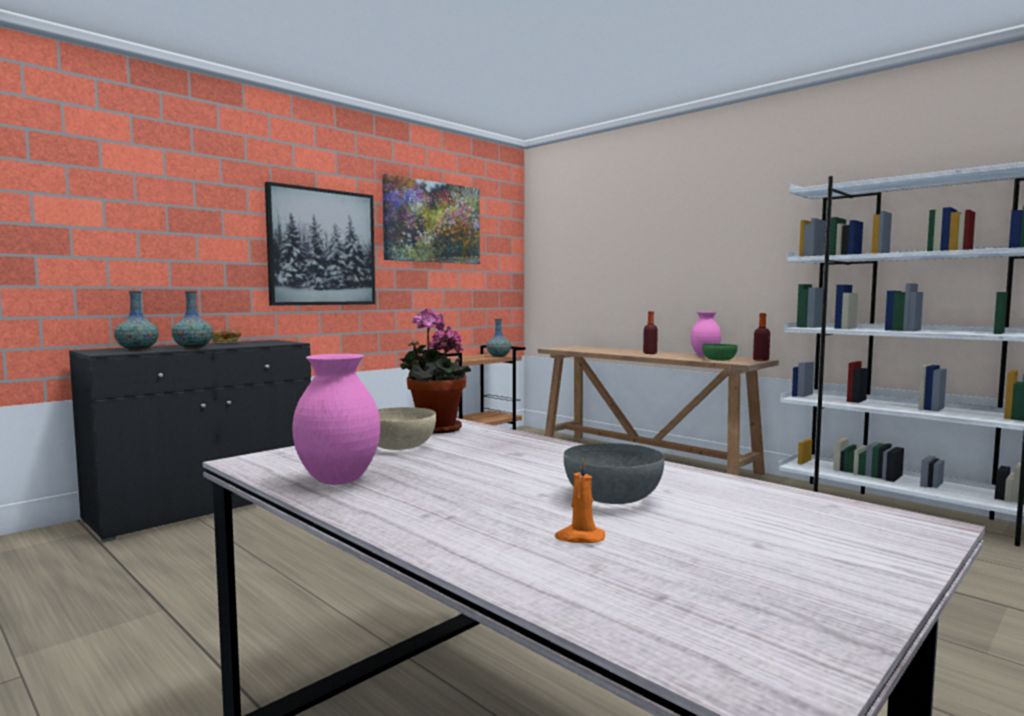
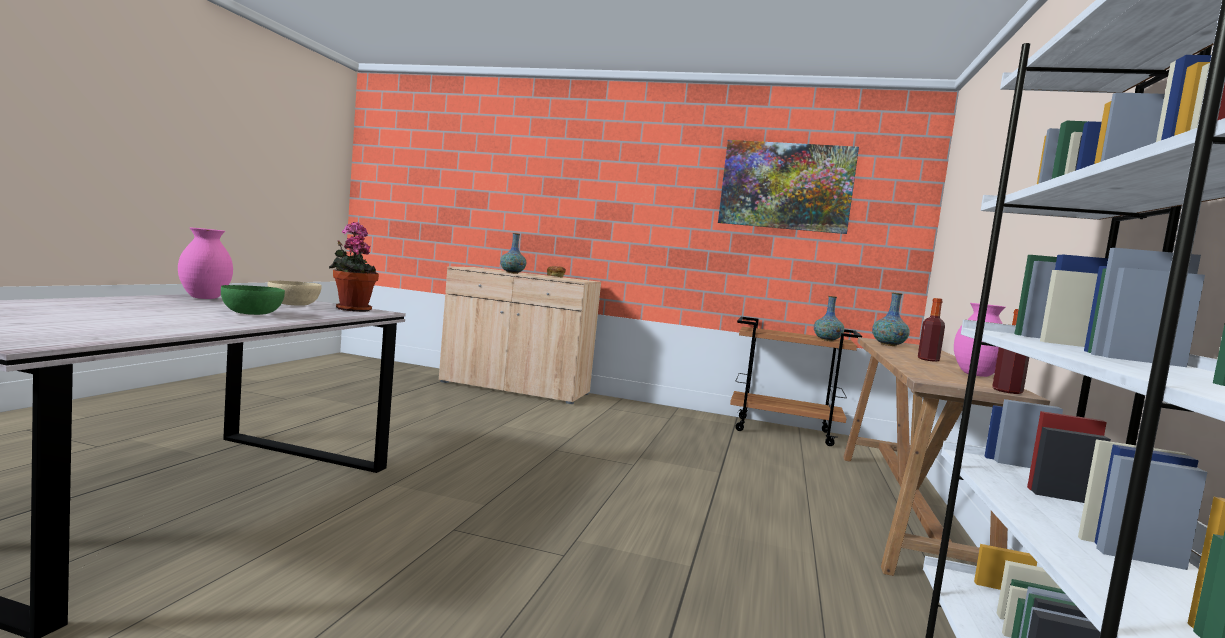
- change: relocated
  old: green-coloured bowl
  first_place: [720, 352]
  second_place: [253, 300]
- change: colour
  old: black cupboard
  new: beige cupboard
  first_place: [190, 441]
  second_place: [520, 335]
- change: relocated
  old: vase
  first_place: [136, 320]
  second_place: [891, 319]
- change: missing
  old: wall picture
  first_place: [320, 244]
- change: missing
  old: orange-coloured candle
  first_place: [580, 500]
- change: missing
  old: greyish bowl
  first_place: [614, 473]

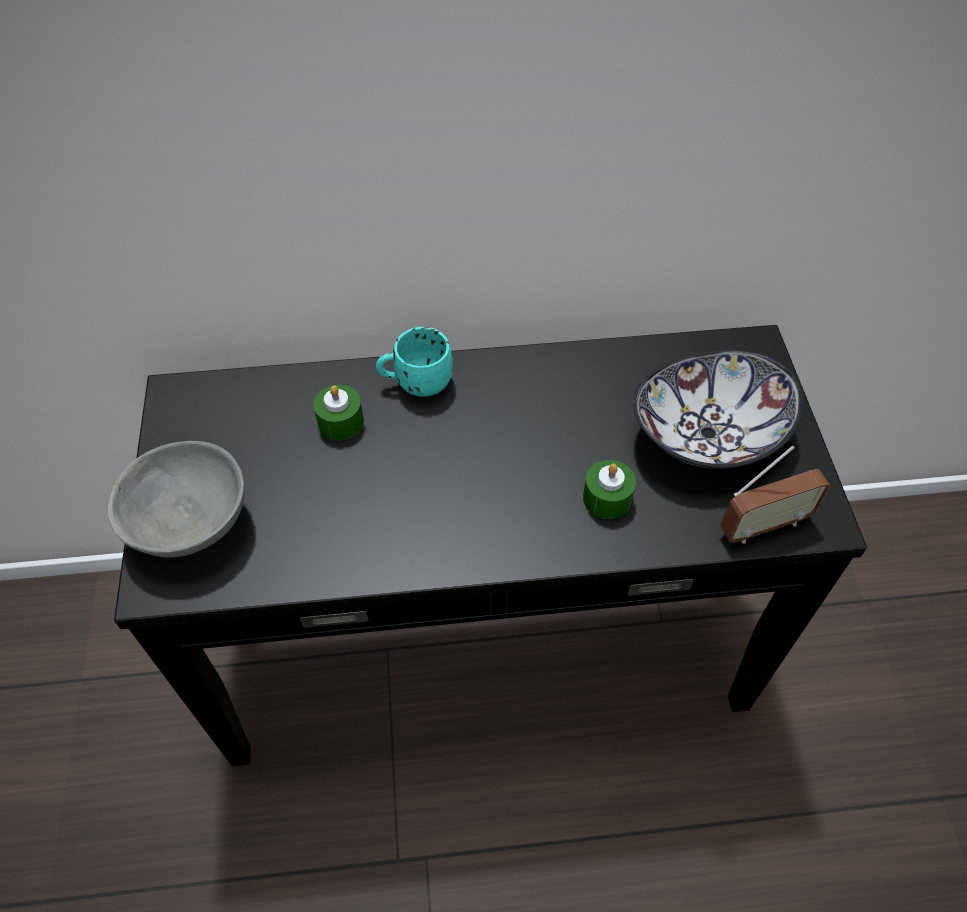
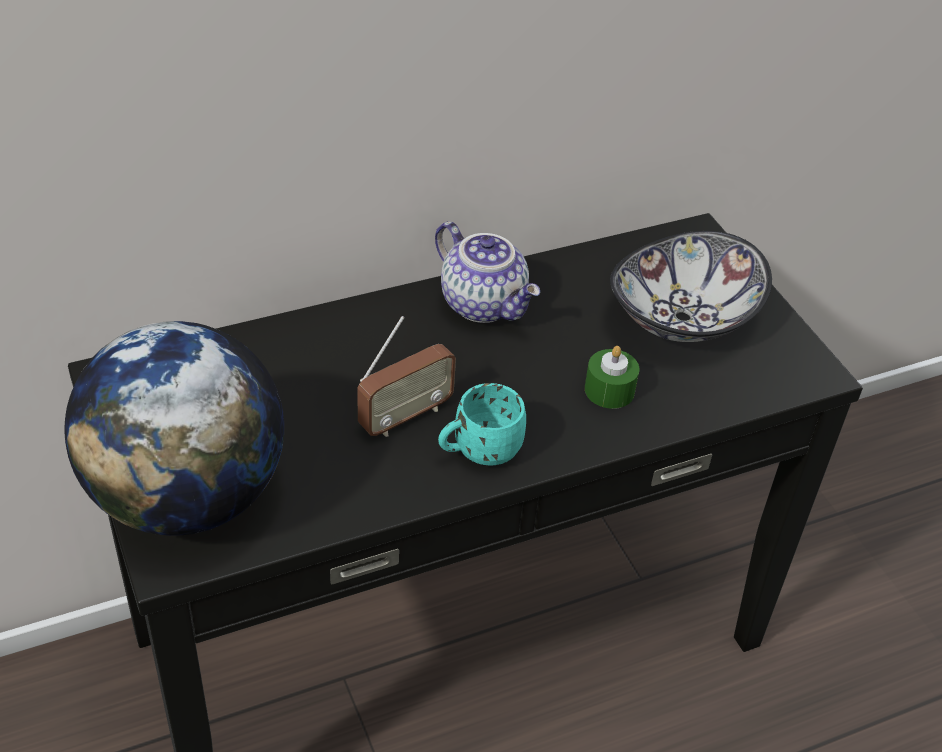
- change: exchanged
  old: greyish bowl
  new: globe
  first_place: [176, 499]
  second_place: [174, 428]
- change: relocated
  old: radio
  first_place: [775, 495]
  second_place: [406, 376]
- change: appeared
  new: tea pot
  second_place: [487, 272]
- change: relocated
  old: turquoise-coloured coffee mug
  first_place: [414, 361]
  second_place: [482, 424]
- change: missing
  old: green-coloured candle
  first_place: [338, 412]

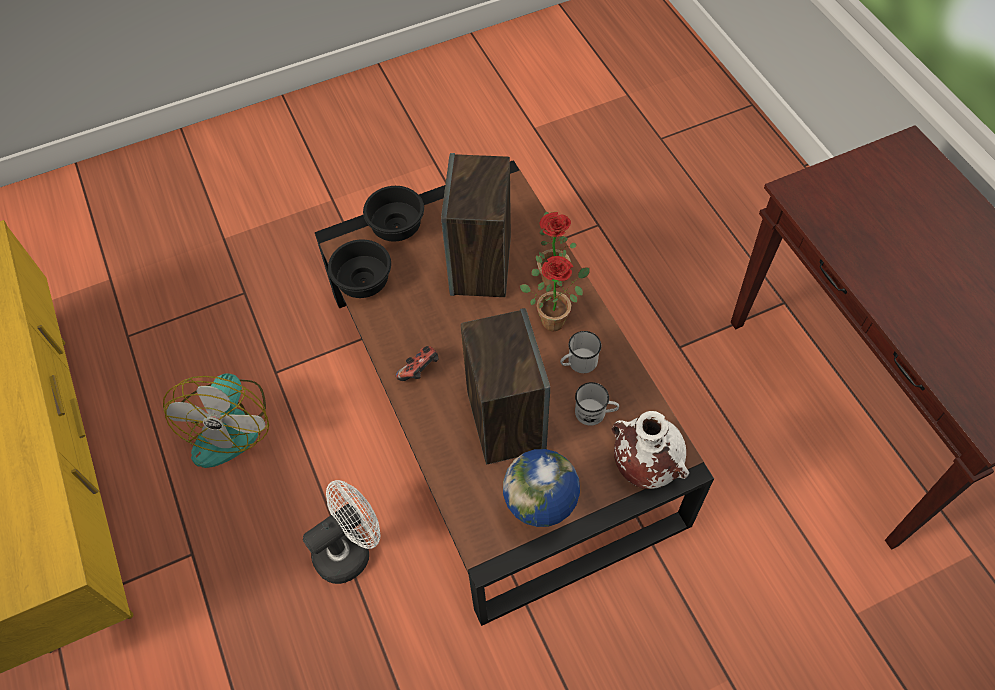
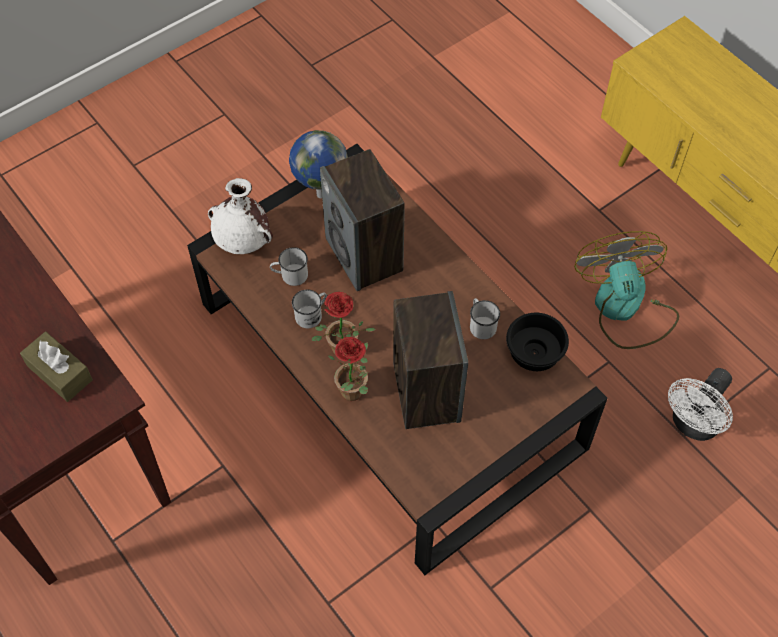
- change: appeared
  new: brown tissue holder
  second_place: [56, 367]
- change: appeared
  new: white coffee mug
  second_place: [485, 318]
- change: relocated
  old: white cooling fan
  first_place: [342, 532]
  second_place: [700, 404]
- change: missing
  old: black bowl
  first_place: [393, 213]
- change: missing
  old: joypad
  first_place: [417, 363]

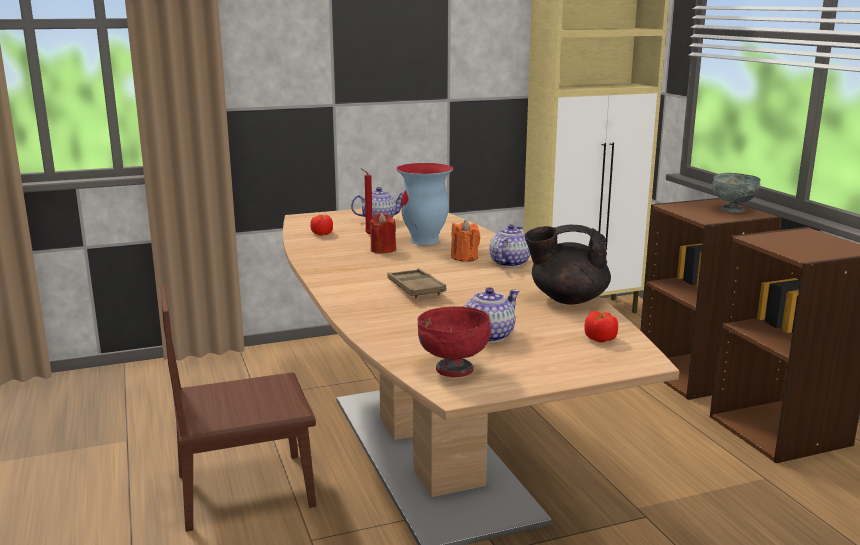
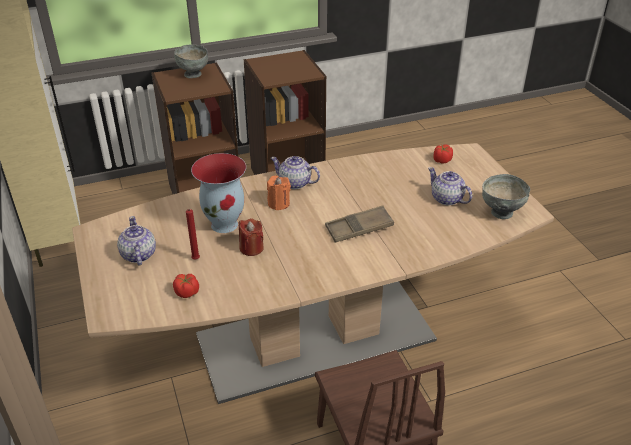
- change: colour
  old: reddish bowl
  new: greyish bowl
  first_place: [454, 341]
  second_place: [506, 196]
- change: missing
  old: black tea pot
  first_place: [568, 265]

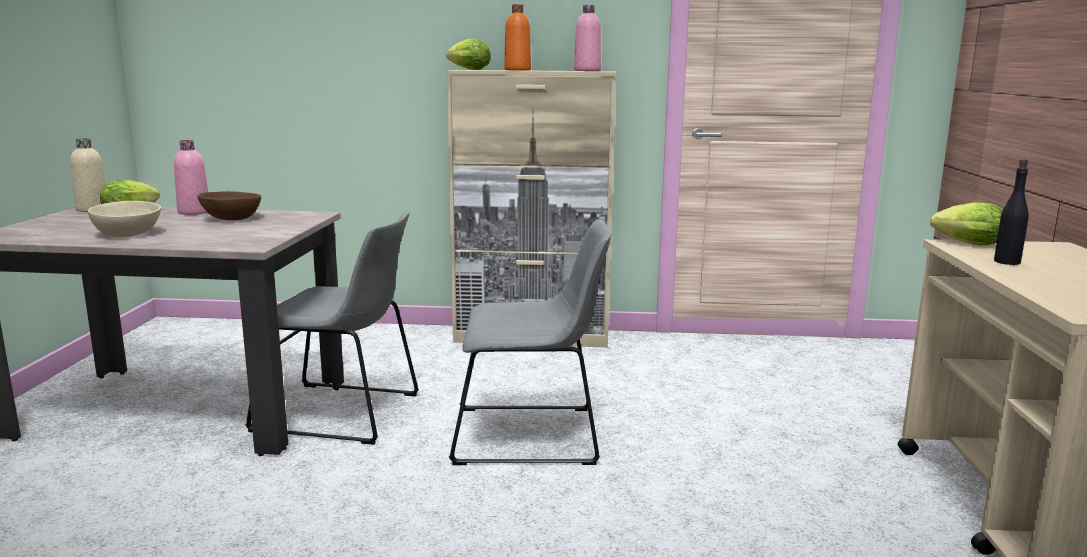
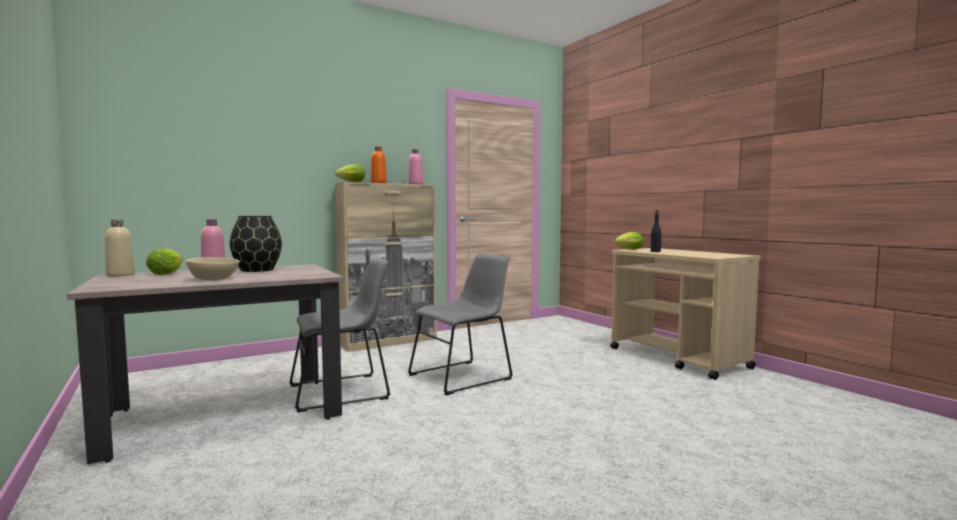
- change: exchanged
  old: brown bowl
  new: black vase
  first_place: [229, 205]
  second_place: [256, 244]

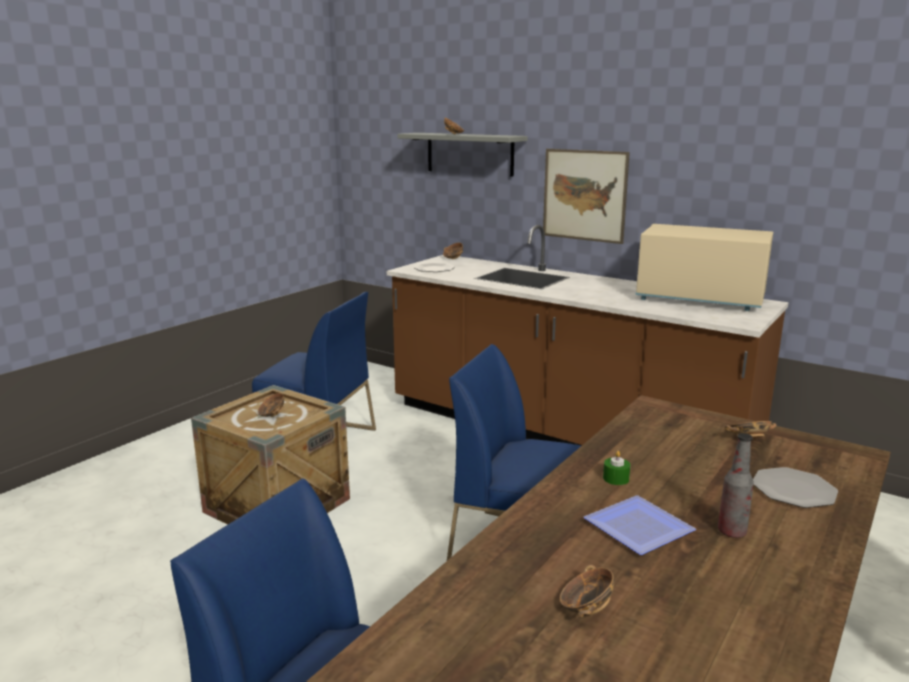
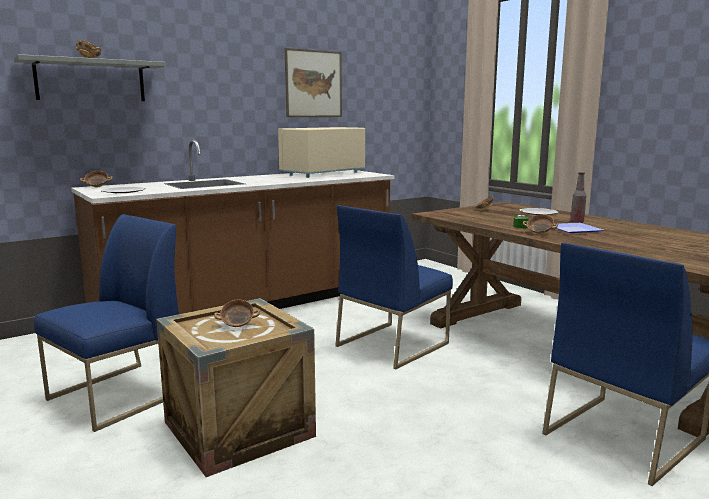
- change: relocated
  old: wall picture
  first_place: [586, 196]
  second_place: [313, 82]
- change: relocated
  old: bowl
  first_place: [587, 591]
  second_place: [541, 224]

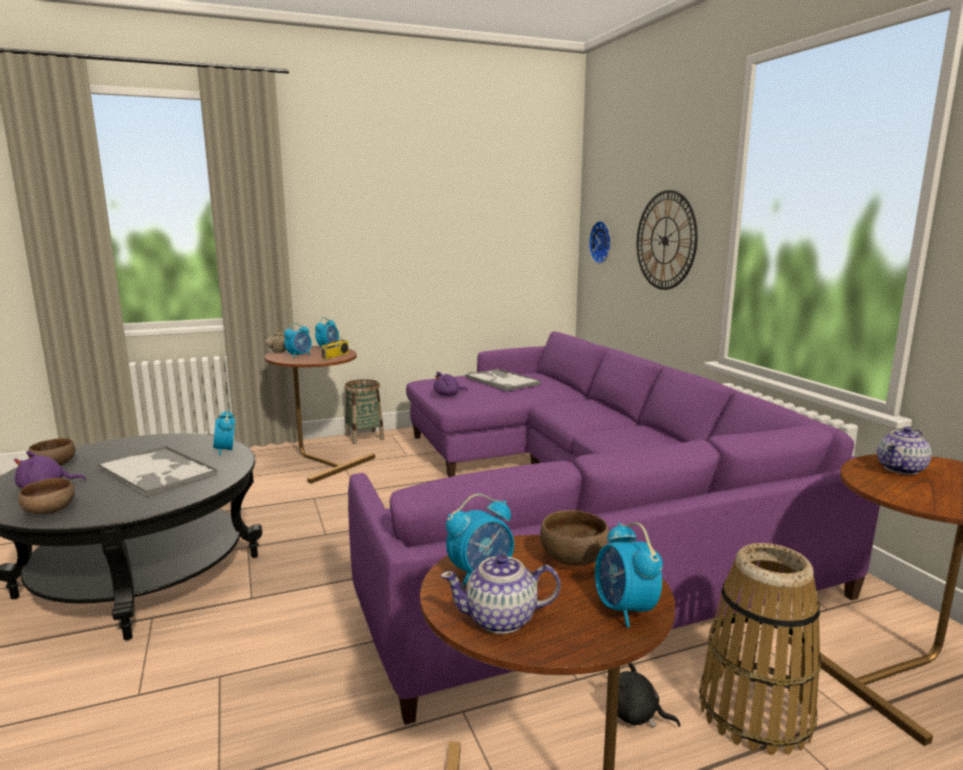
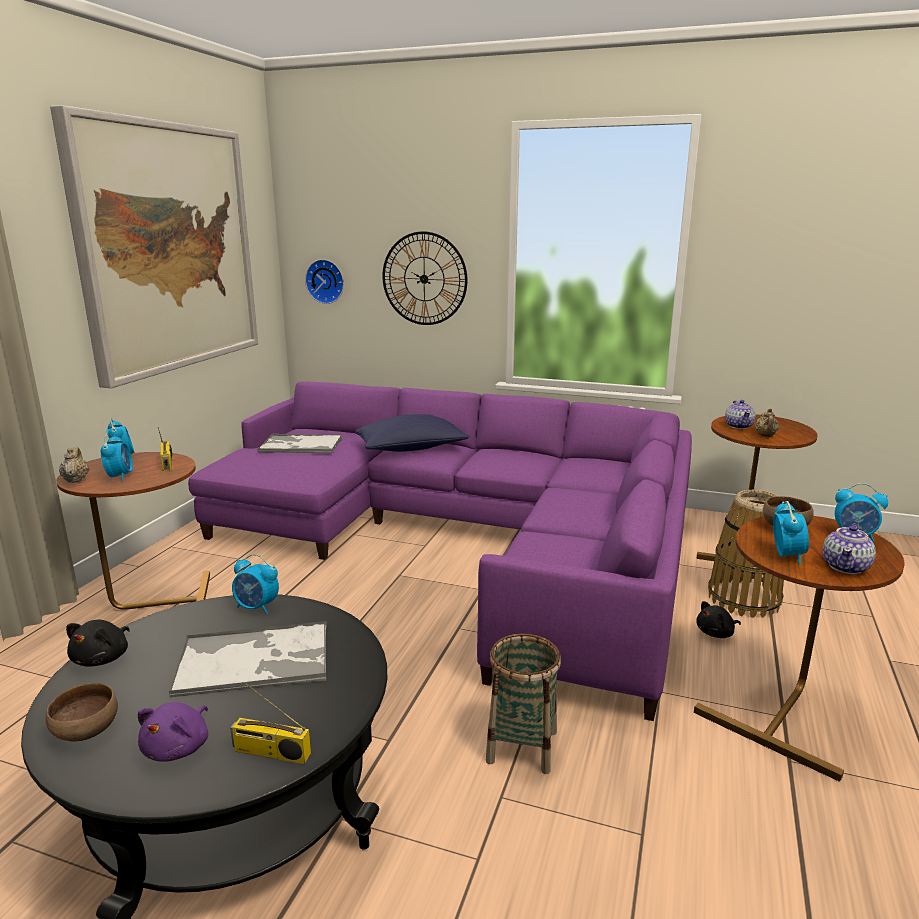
- change: appeared
  new: wall picture
  second_place: [154, 246]
- change: appeared
  new: black soft toy
  second_place: [98, 643]
- change: exchanged
  old: brown bowl
  new: radio
  first_place: [46, 496]
  second_place: [270, 723]
- change: appeared
  new: blue pillow
  second_place: [412, 433]
- change: relocated
  old: household basket
  first_place: [364, 411]
  second_place: [523, 704]
- change: appeared
  new: beige tea pot
  second_place: [767, 422]
- change: missing
  old: purple-coloured soft toy
  first_place: [450, 384]

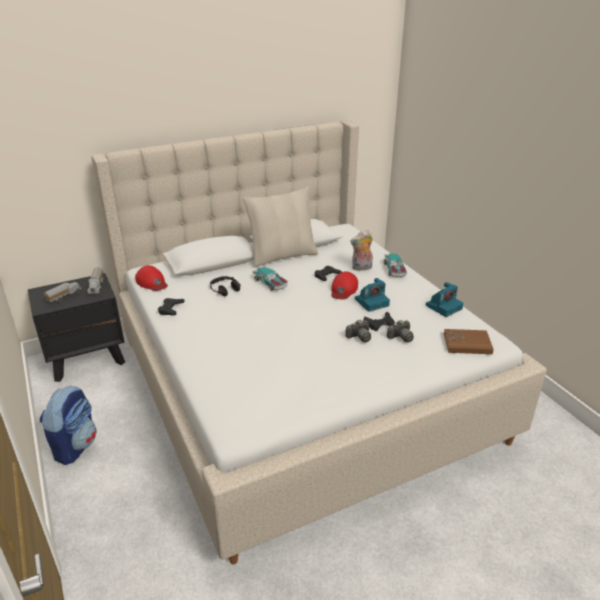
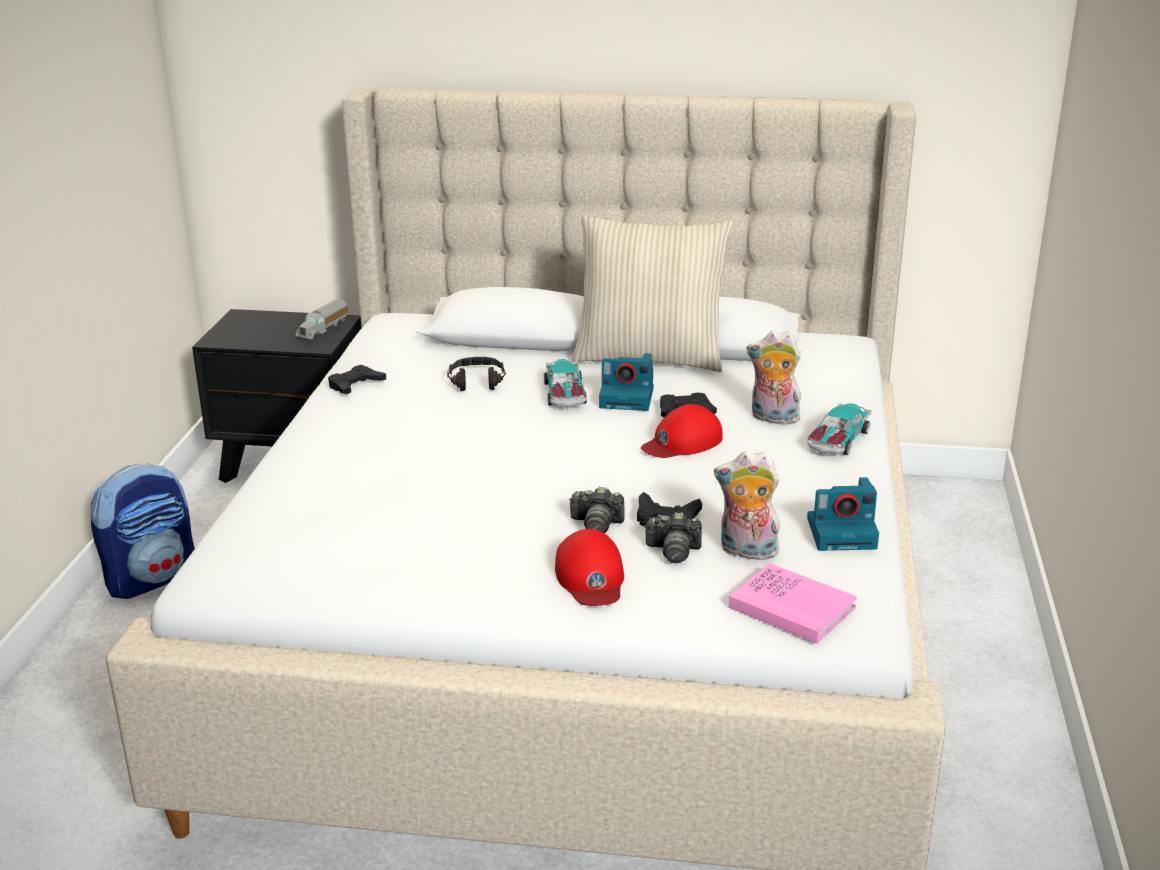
- change: relocated
  old: reddish cap
  first_place: [151, 278]
  second_place: [589, 567]
- change: relocated
  old: photo camera
  first_place: [372, 295]
  second_place: [626, 382]
- change: appeared
  new: soft toy
  second_place: [747, 507]
- change: colour
  old: brown volume
  new: pink volume
  first_place: [469, 341]
  second_place: [792, 603]
- change: missing
  old: toy truck
  first_place: [62, 292]

